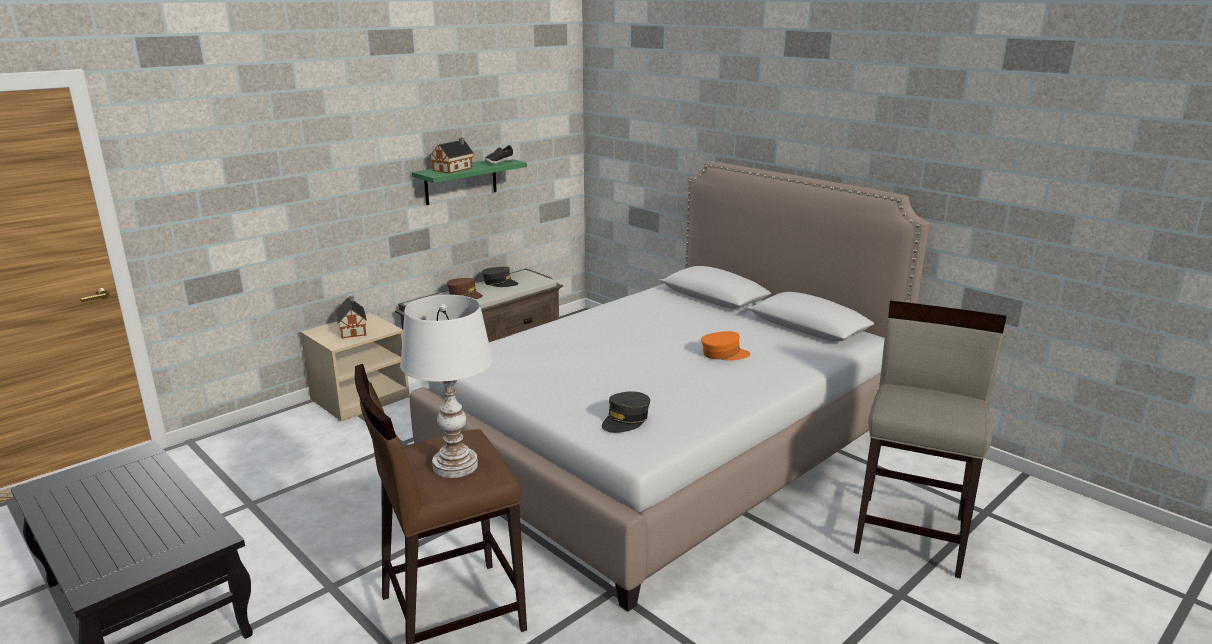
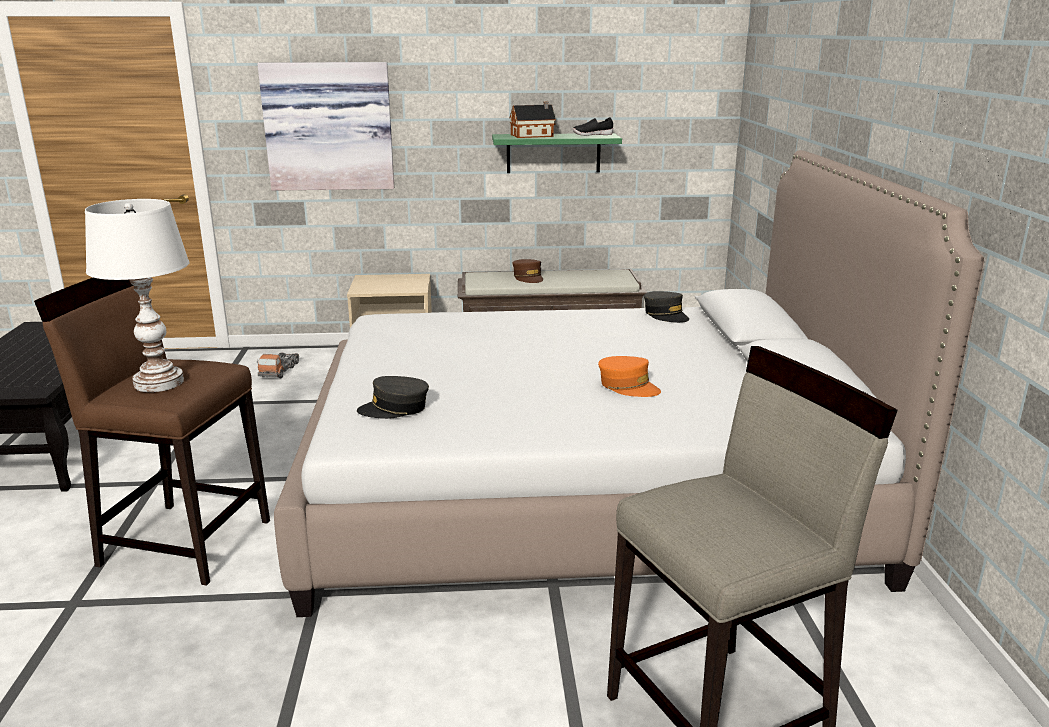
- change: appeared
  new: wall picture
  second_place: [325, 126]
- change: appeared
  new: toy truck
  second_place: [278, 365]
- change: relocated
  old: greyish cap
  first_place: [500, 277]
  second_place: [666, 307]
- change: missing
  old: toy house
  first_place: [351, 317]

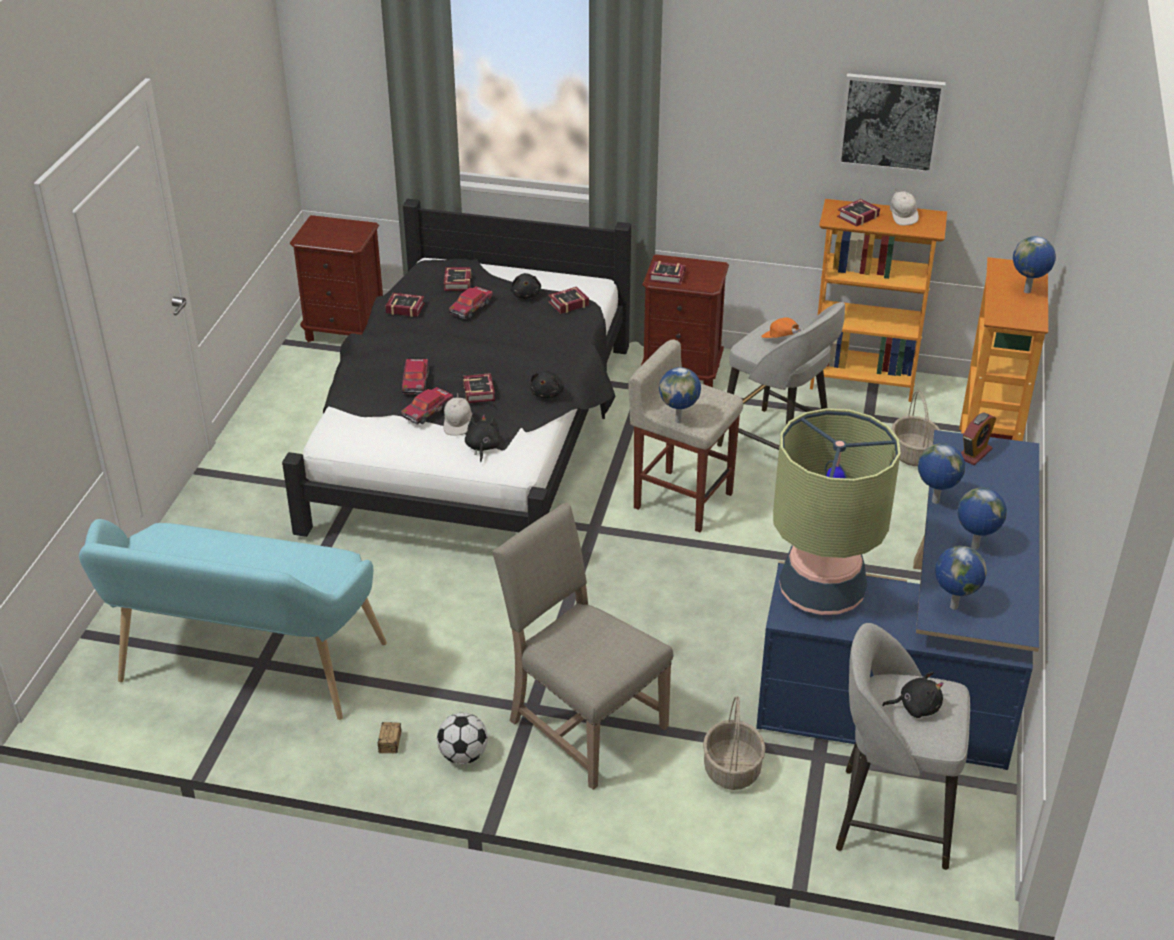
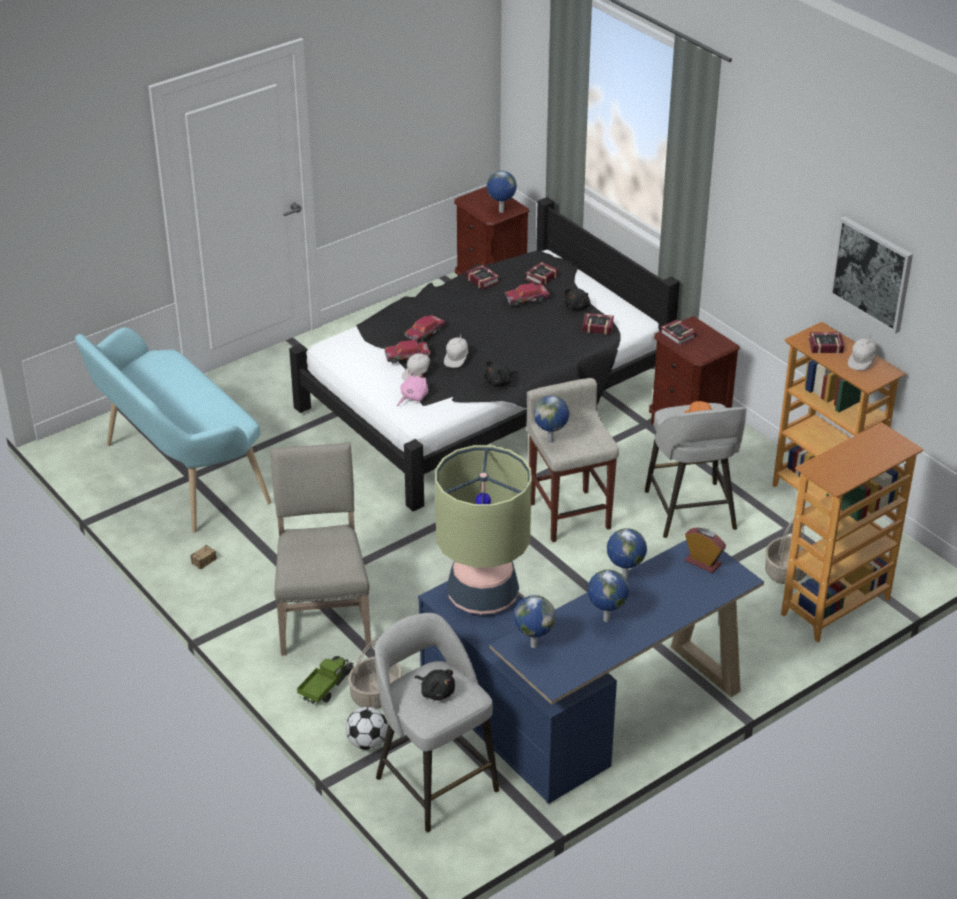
- change: appeared
  new: toy truck
  second_place: [325, 680]
- change: relocated
  old: football
  first_place: [462, 738]
  second_place: [367, 728]
- change: colour
  old: black soft toy
  new: pink soft toy
  first_place: [482, 438]
  second_place: [412, 388]
- change: exchanged
  old: volume
  new: white cap
  first_place: [479, 388]
  second_place: [456, 351]
- change: relocated
  old: globe
  first_place: [1034, 264]
  second_place: [501, 192]
- change: spun
  old: bedside clock
  first_place: [978, 439]
  second_place: [705, 550]
  degrees: -135

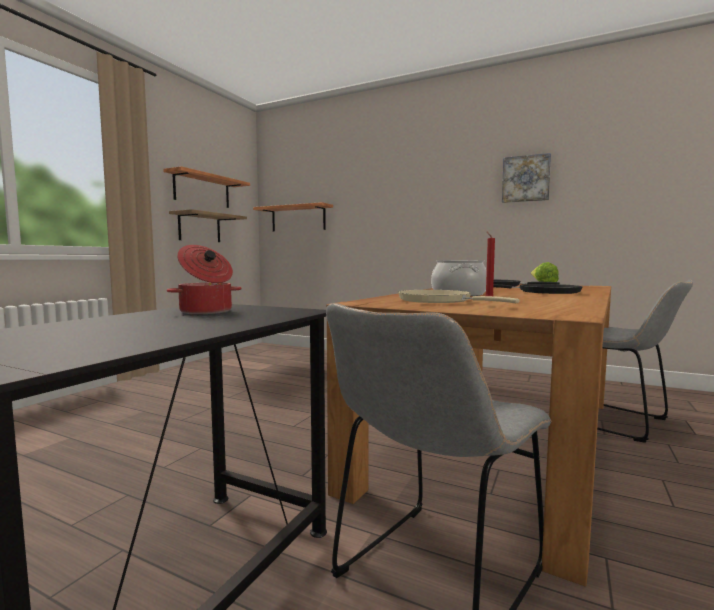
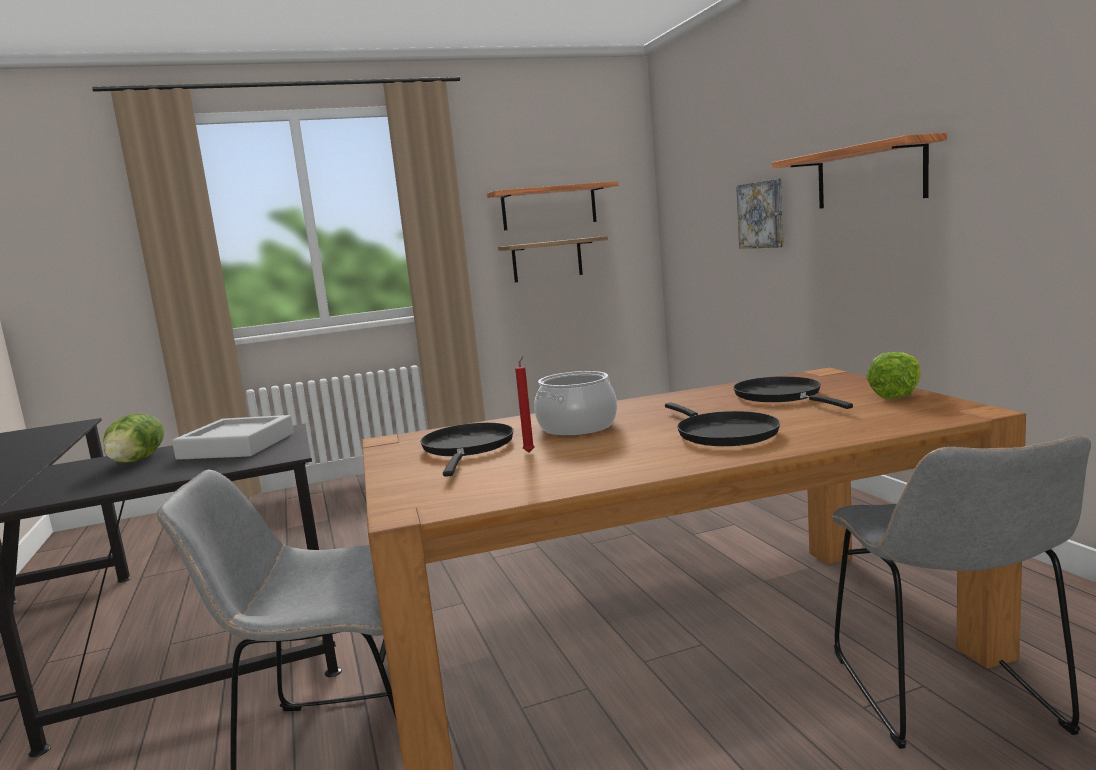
- change: appeared
  new: head of lettuce
  second_place: [133, 438]
- change: exchanged
  old: stockpot
  new: greyish tray
  first_place: [204, 279]
  second_place: [233, 437]
- change: colour
  old: beige frying pan
  new: black frying pan
  first_place: [458, 296]
  second_place: [467, 450]
- change: relocated
  old: wall picture
  first_place: [526, 178]
  second_place: [760, 214]
- change: relocated
  old: bracket shelf
  first_place: [293, 217]
  second_place: [859, 171]

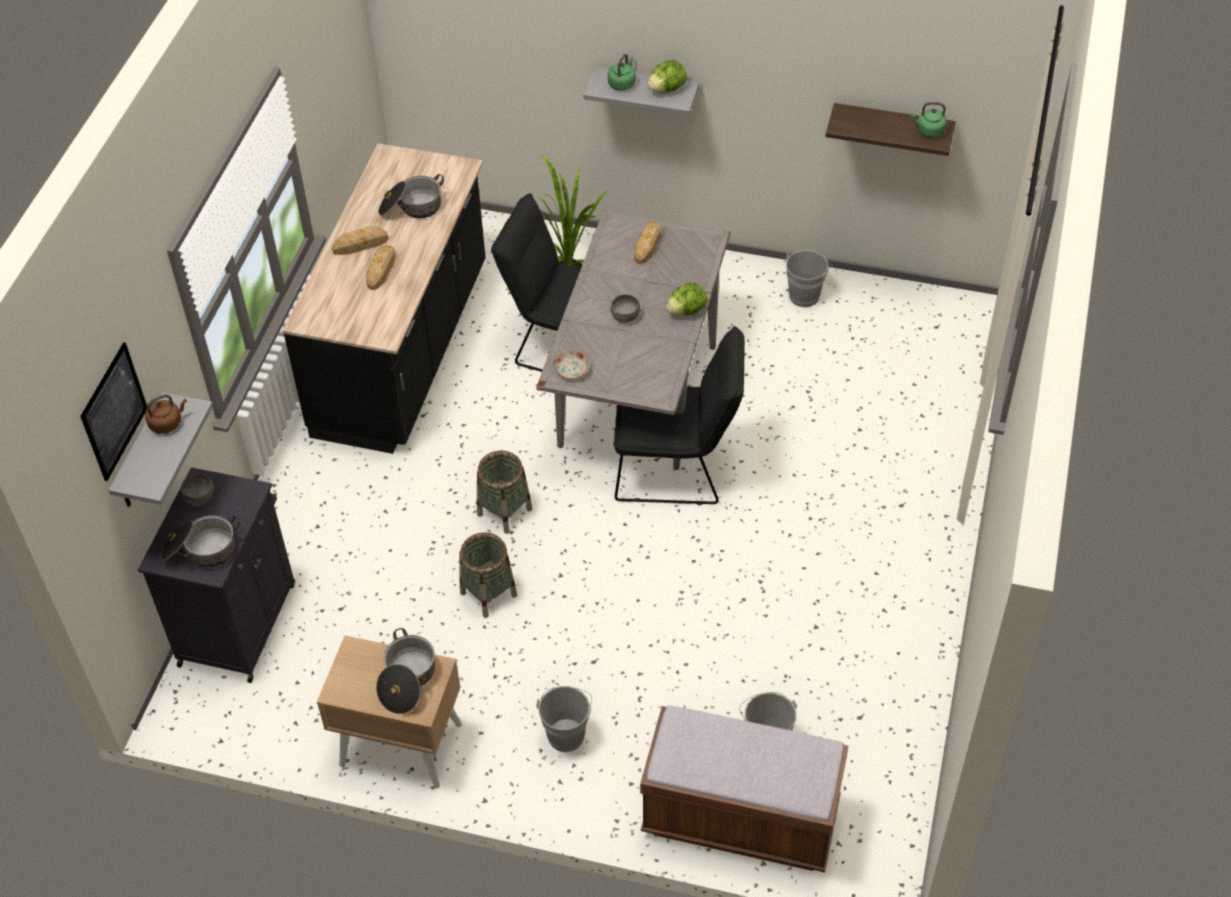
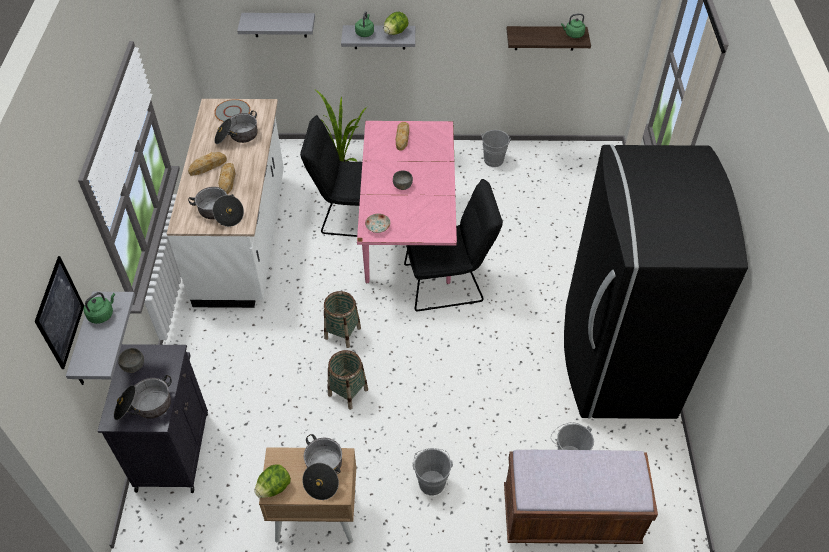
- change: colour
  old: brown water kettle
  new: green-coloured water kettle
  first_place: [166, 414]
  second_place: [99, 308]
- change: colour
  old: black counter
  new: white counter
  first_place: [384, 298]
  second_place: [225, 203]
- change: appeared
  new: stockpot
  second_place: [216, 207]
- change: appeared
  new: greyish flat dish
  second_place: [232, 110]
- change: appeared
  new: greyish bracket shelf
  second_place: [276, 25]
- change: relocated
  old: head of lettuce
  first_place: [687, 299]
  second_place: [272, 481]
- change: colour
  old: greyish dining table
  new: pink dining table
  first_place: [633, 340]
  second_place: [407, 202]
- change: appeared
  new: black refrigerator
  second_place: [656, 281]

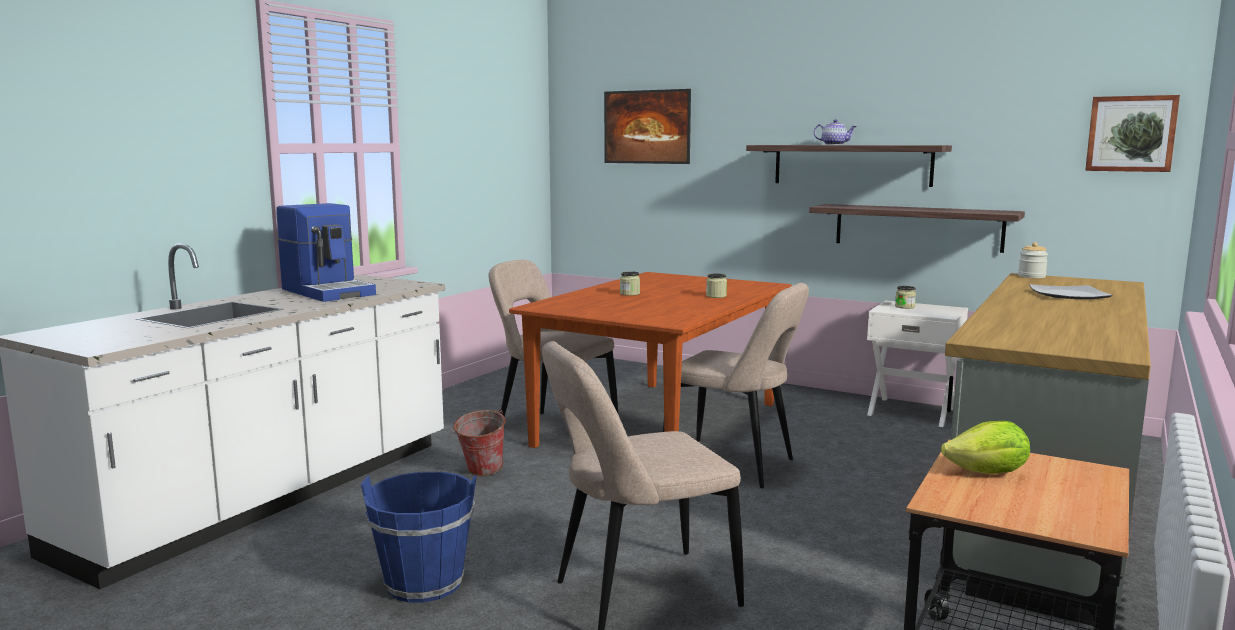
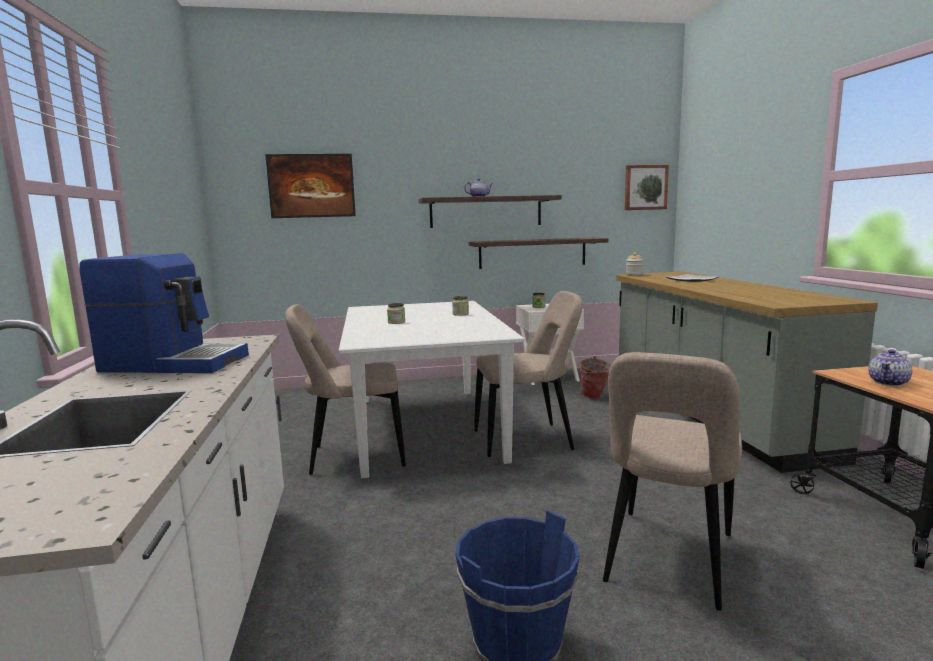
- change: colour
  old: brown dining table
  new: white dining table
  first_place: [650, 360]
  second_place: [432, 389]
- change: relocated
  old: pail
  first_place: [478, 442]
  second_place: [594, 377]
- change: exchanged
  old: head of lettuce
  new: tea pot
  first_place: [985, 447]
  second_place: [890, 367]

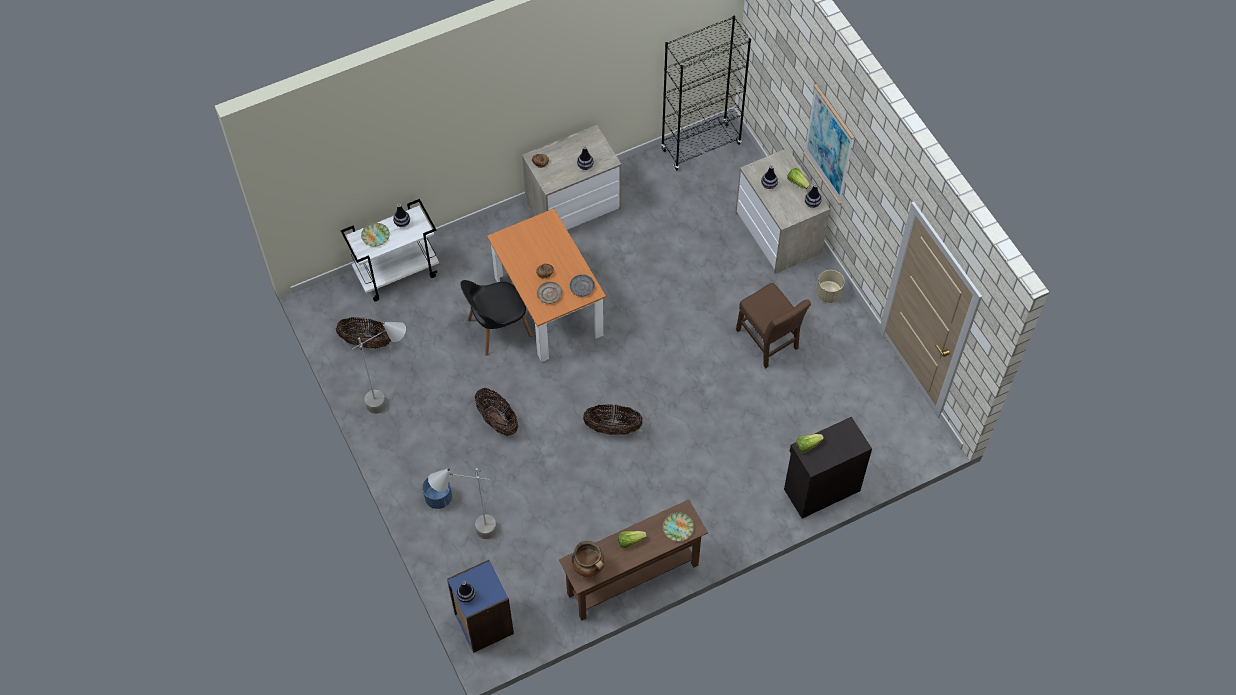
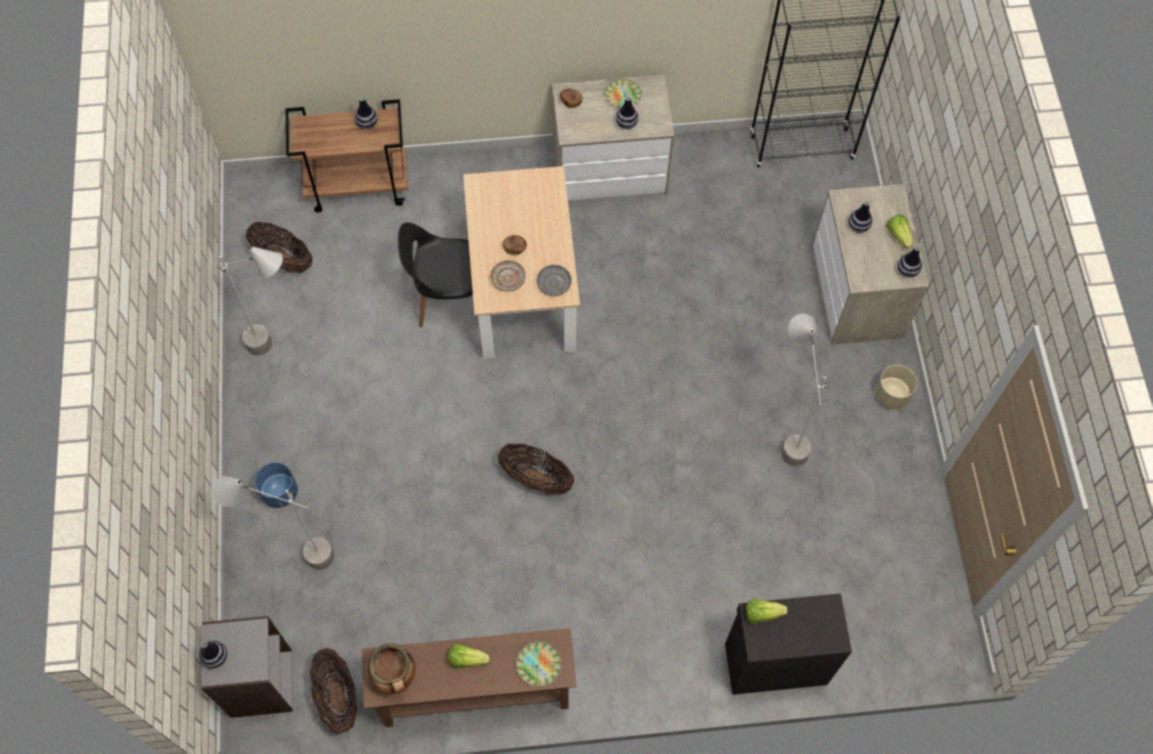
- change: colour
  old: blue shelving unit
  new: greyish shelving unit
  first_place: [480, 606]
  second_place: [247, 667]
- change: colour
  old: white wheeled cart
  new: brown wheeled cart
  first_place: [390, 250]
  second_place: [346, 155]
- change: relocated
  old: household basket
  first_place: [496, 412]
  second_place: [333, 691]
- change: colour
  old: orange-coloured dining table
  new: beige dining table
  first_place: [546, 285]
  second_place: [521, 262]
- change: relocated
  old: flat dish
  first_place: [375, 234]
  second_place: [623, 93]
- change: exchanged
  old: brown chair
  new: greyish standing lamp
  first_place: [773, 325]
  second_place: [804, 390]
- change: missing
  old: wall picture
  first_place: [828, 144]

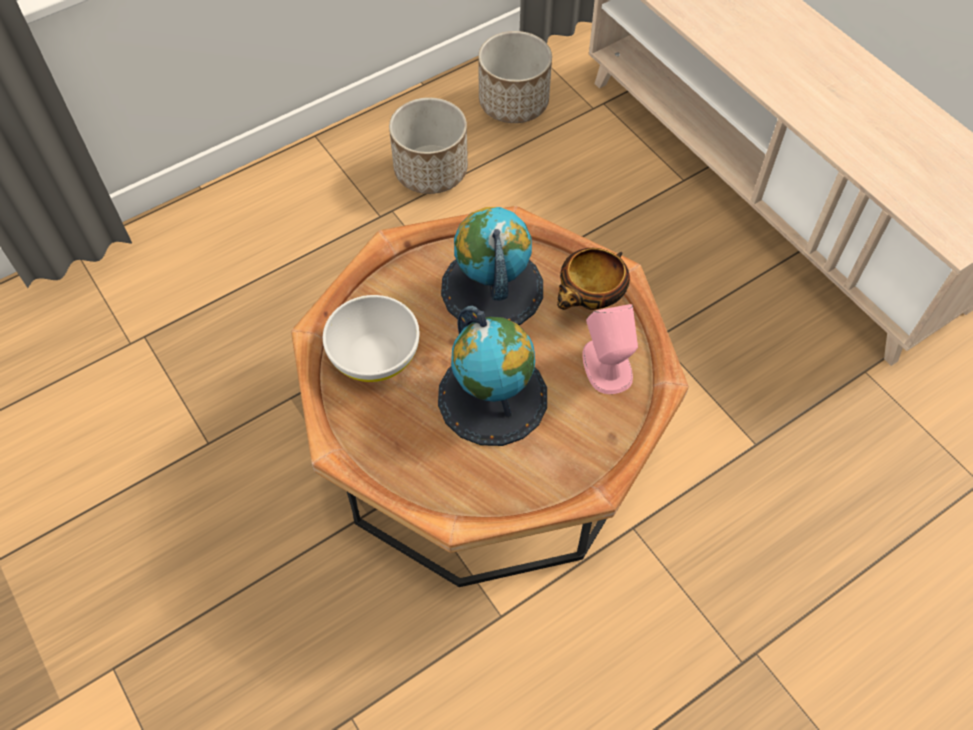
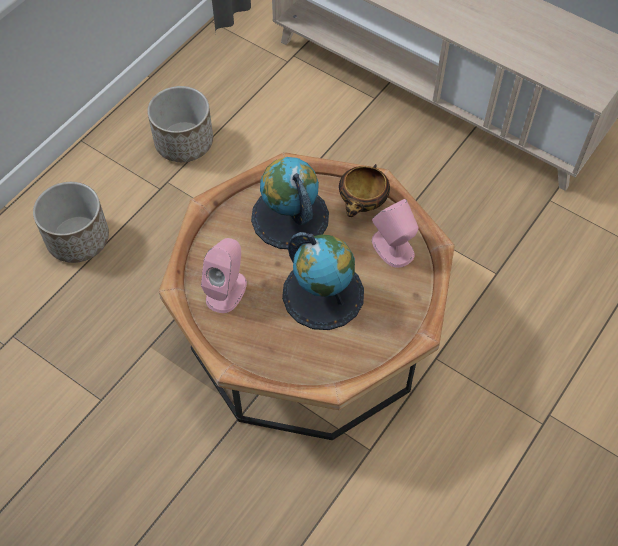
- change: relocated
  old: flower pot
  first_place: [515, 77]
  second_place: [71, 222]
- change: exchanged
  old: white bowl
  new: pink loudspeaker
  first_place: [371, 338]
  second_place: [224, 275]

